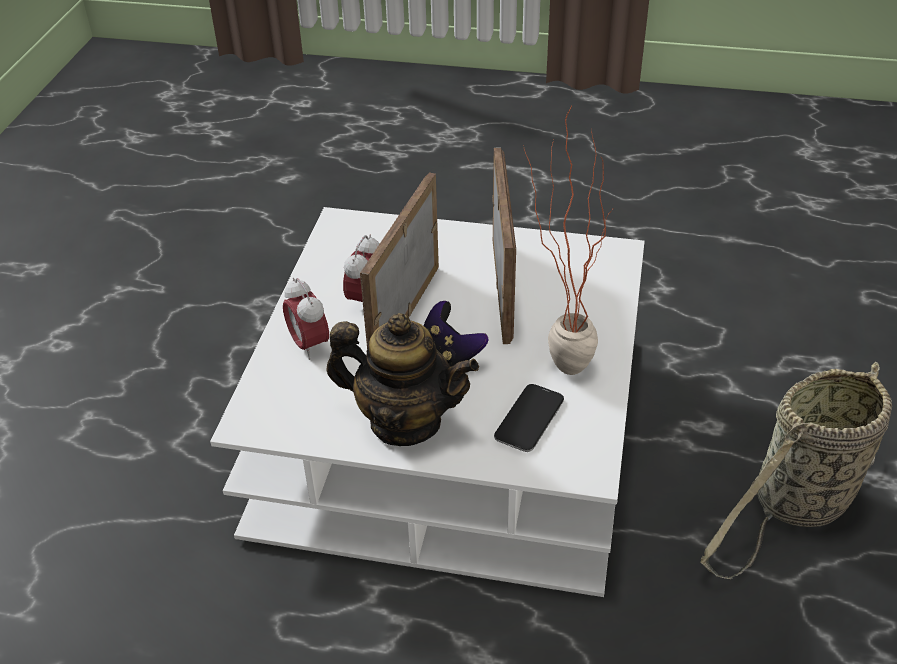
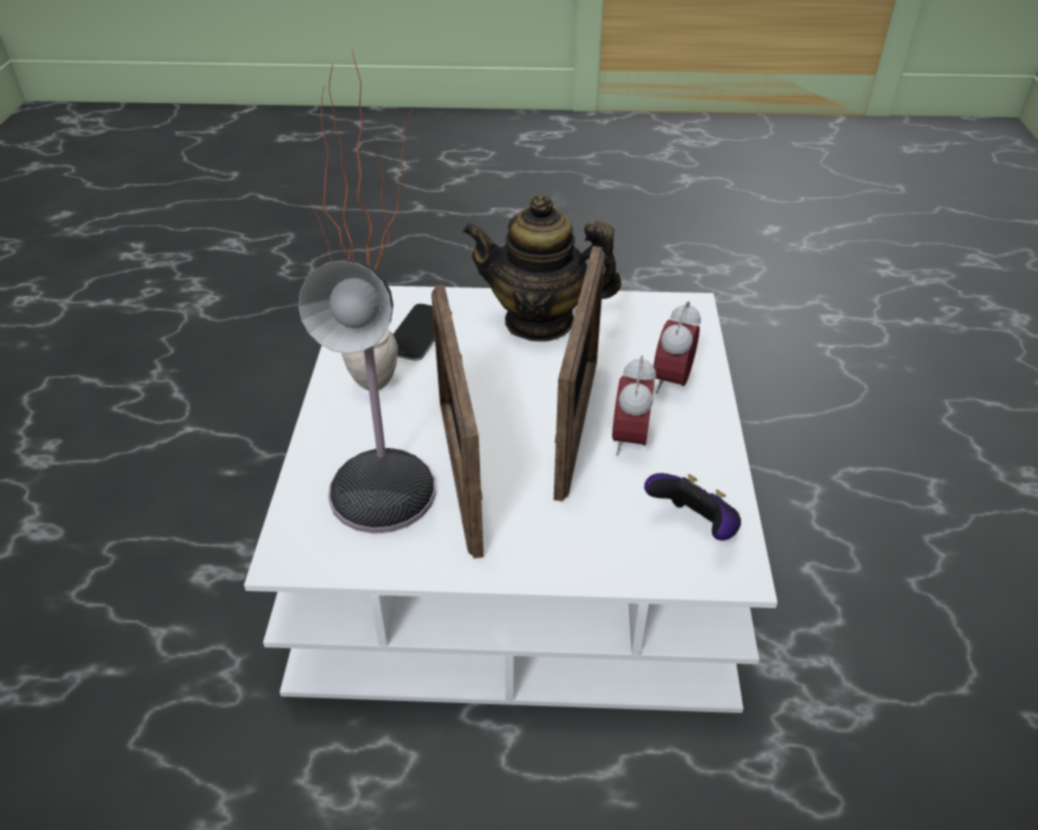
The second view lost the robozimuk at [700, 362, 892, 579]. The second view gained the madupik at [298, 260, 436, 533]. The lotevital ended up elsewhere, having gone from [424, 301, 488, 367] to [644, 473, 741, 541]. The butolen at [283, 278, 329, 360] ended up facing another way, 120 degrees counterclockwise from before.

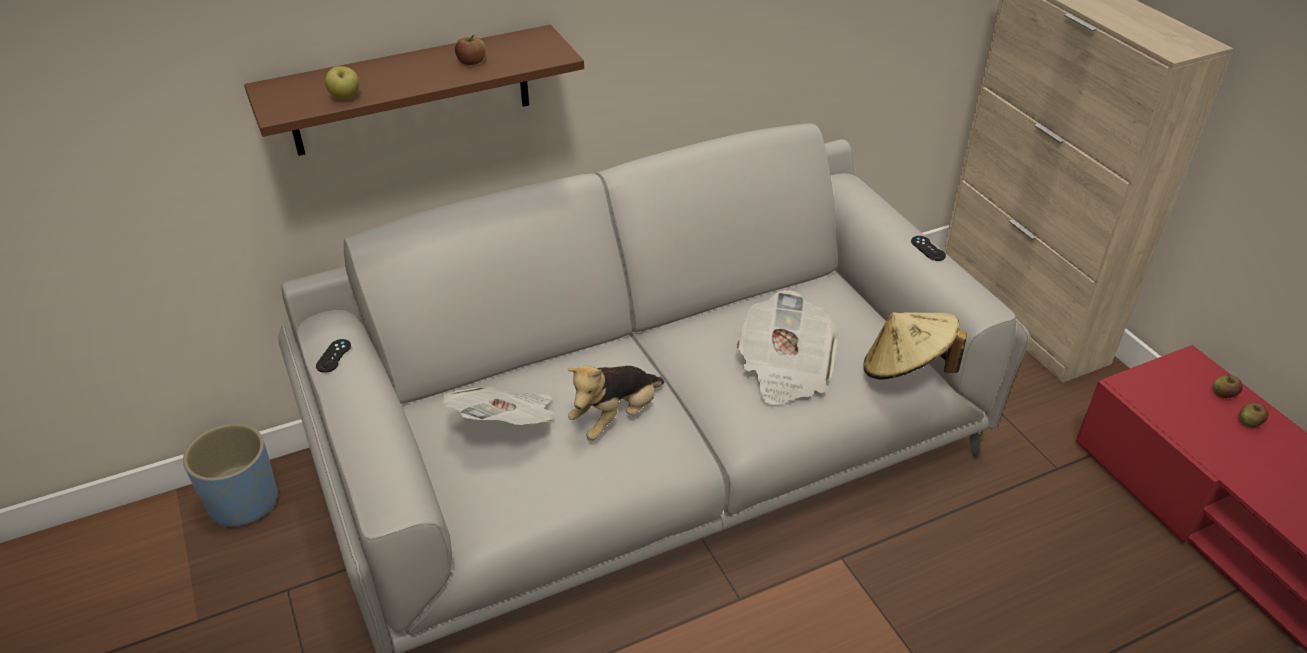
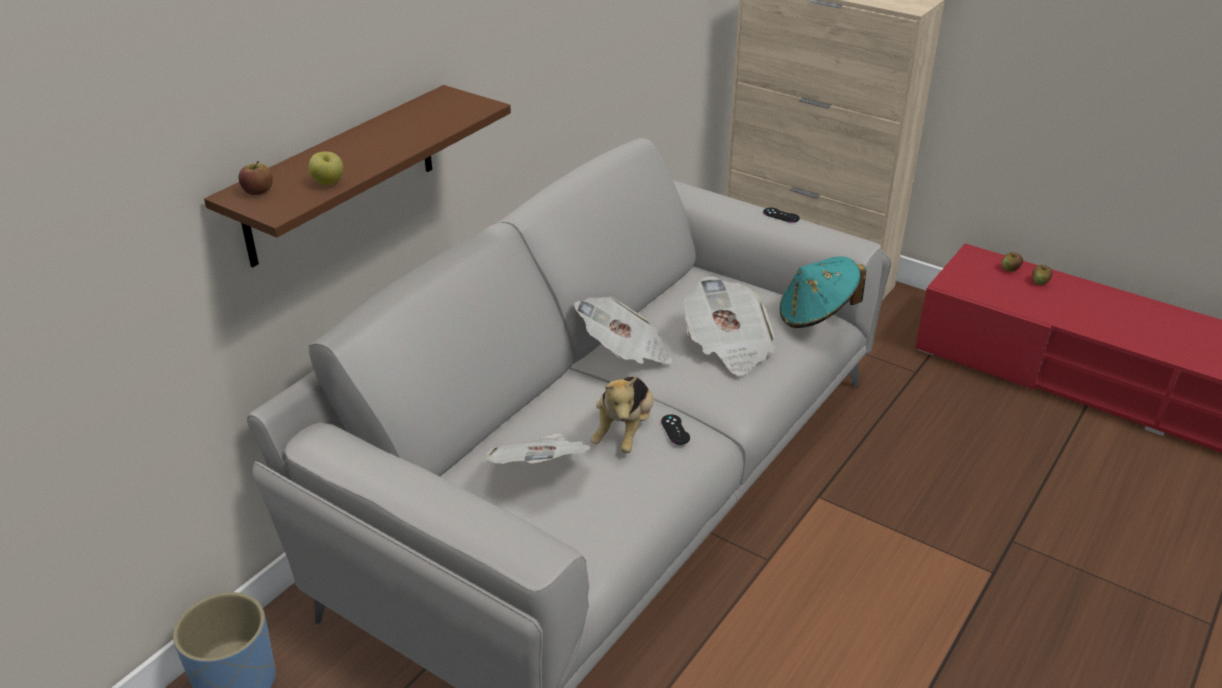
The second view gained the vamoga at [574, 297, 673, 364]. The lotevital (black) ended up elsewhere, having gone from [316, 339, 351, 373] to [661, 414, 690, 445]. The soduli ended up elsewhere, having gone from [455, 35, 486, 65] to [239, 161, 273, 195]. What was the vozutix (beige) at [863, 312, 967, 379] turned into the vozutix (turquoise) at [780, 257, 866, 328].

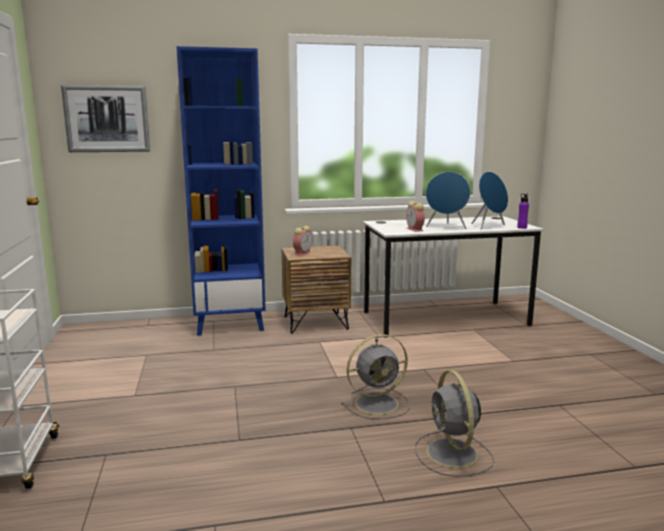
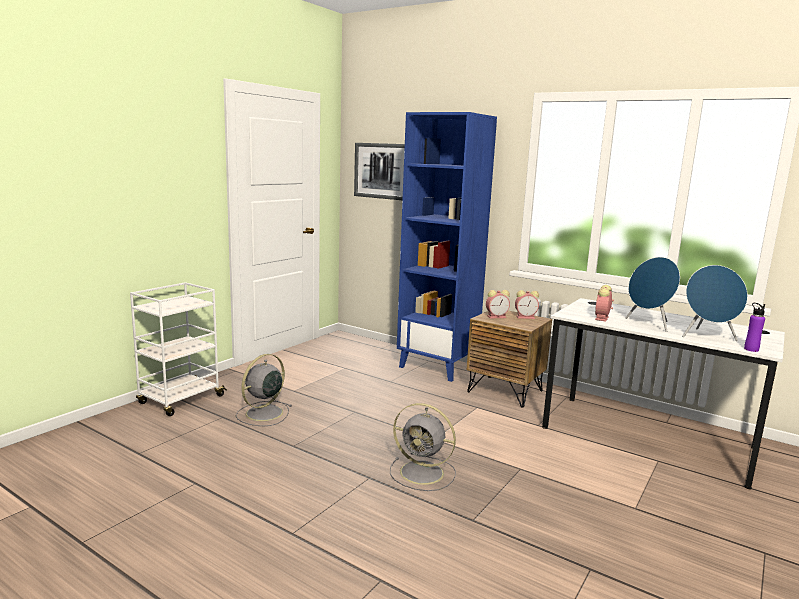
The second view gained the butolen at [515, 290, 539, 319]. The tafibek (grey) ended up elsewhere, having gone from [415, 370, 494, 477] to [236, 354, 292, 426].

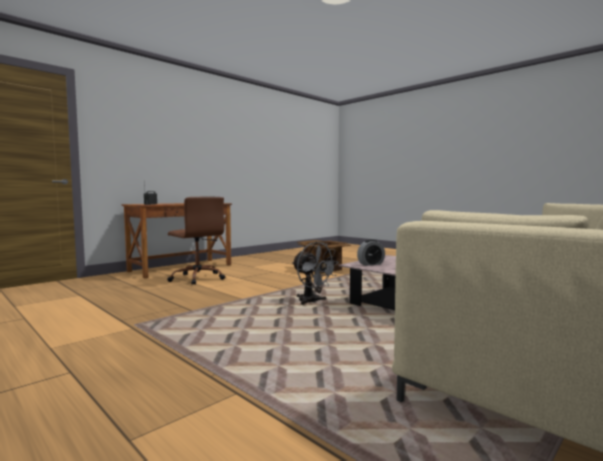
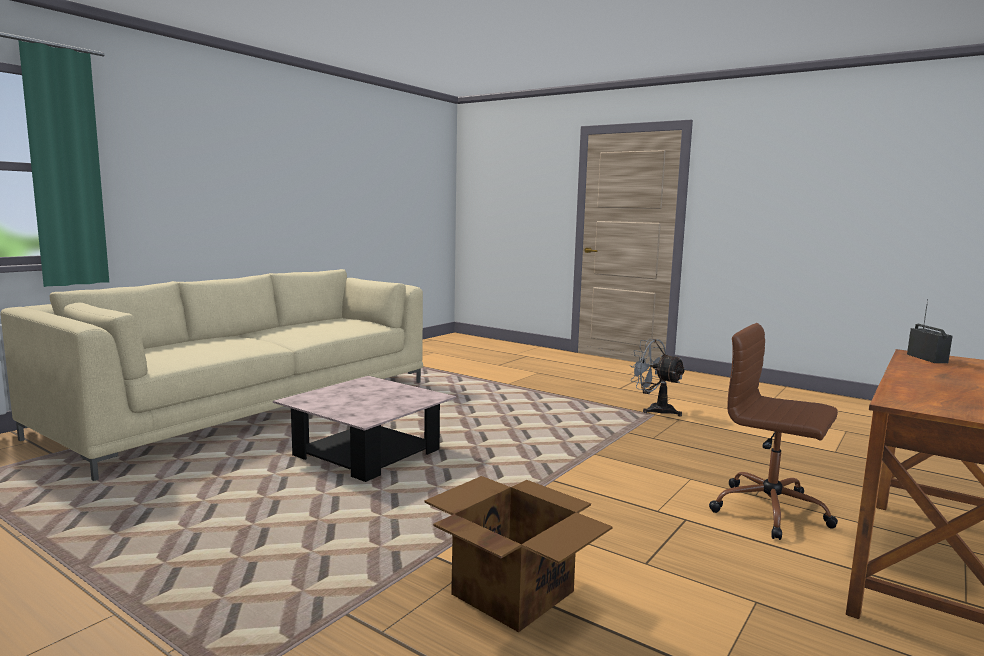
The second view lost the butolen at [357, 239, 385, 266]. The tafibek (grey) ended up elsewhere, having gone from [292, 241, 339, 305] to [630, 339, 686, 417].

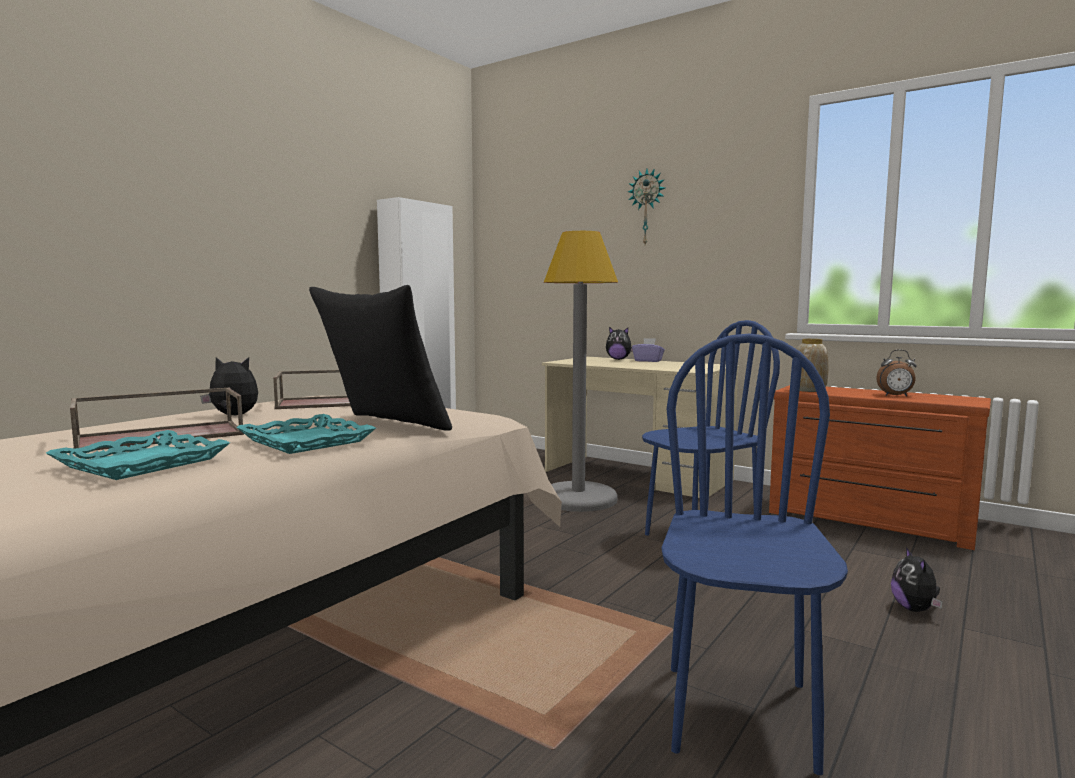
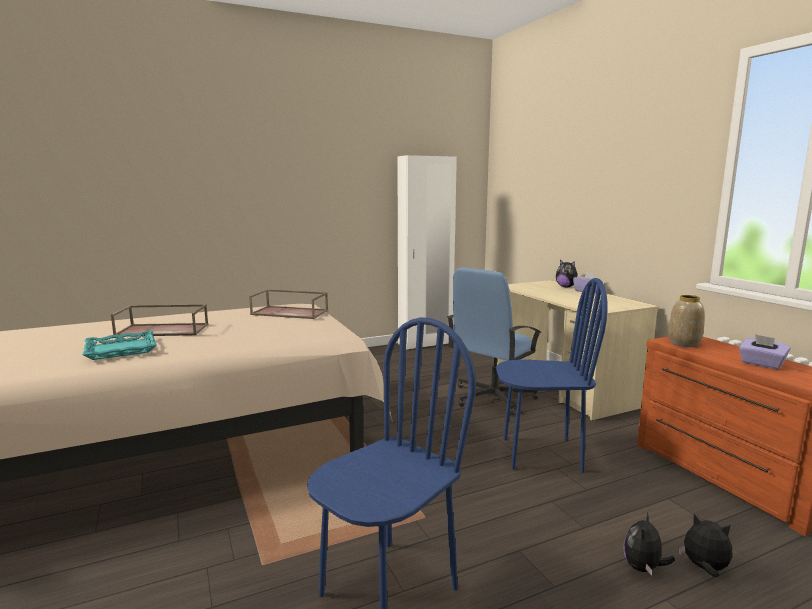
The second view lost the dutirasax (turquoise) at [236, 414, 376, 454]. The second view lost the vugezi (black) at [309, 285, 452, 431]. The second view lost the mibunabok at [628, 168, 665, 244]. The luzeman ended up elsewhere, having gone from [200, 357, 258, 415] to [679, 514, 733, 577]. Where the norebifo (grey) stood at [544, 231, 618, 512], the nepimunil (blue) came to stand at [447, 267, 542, 415]. Where the butolen stood at [876, 350, 917, 396], the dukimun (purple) came to stand at [739, 334, 791, 369].

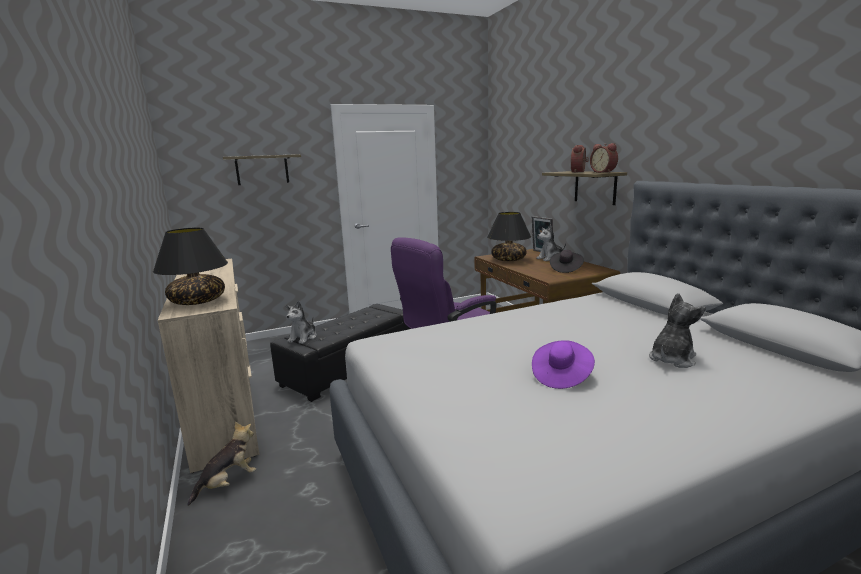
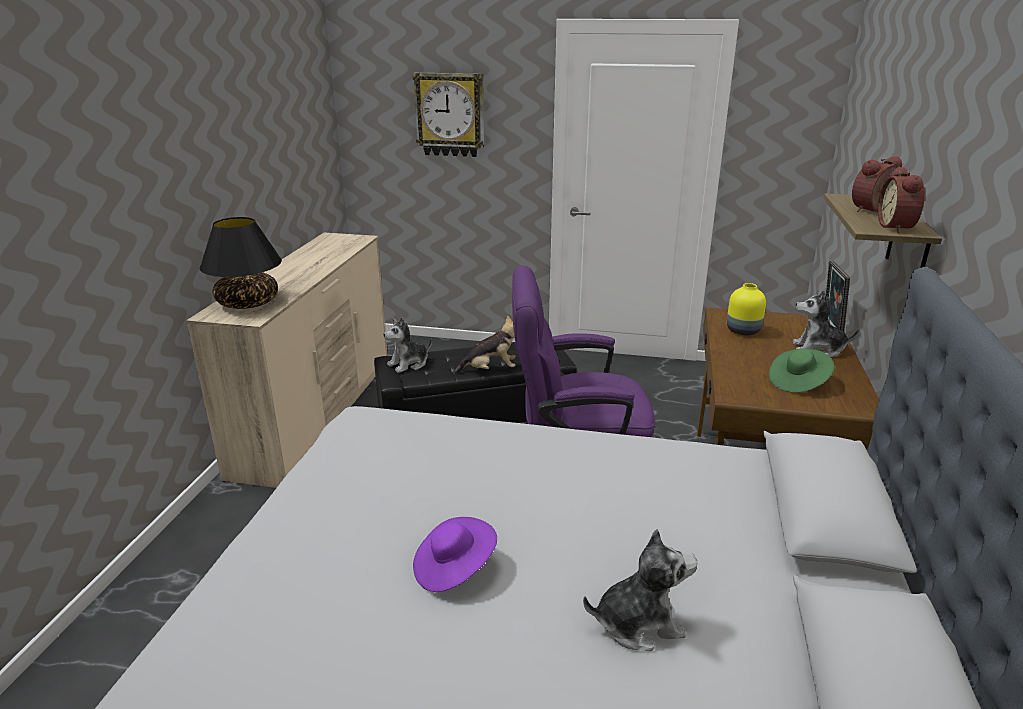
The luzeman ended up elsewhere, having gone from [187, 422, 256, 506] to [453, 315, 516, 374]. Where the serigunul hung at [223, 154, 301, 185], the mibunabok came to hang at [413, 73, 484, 157]. Where the madupik (black) stood at [487, 212, 531, 261], the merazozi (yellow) came to stand at [727, 283, 766, 335]. What was the vozutix (black) at [550, 250, 584, 273] turned into the vozutix (green) at [769, 349, 834, 393].

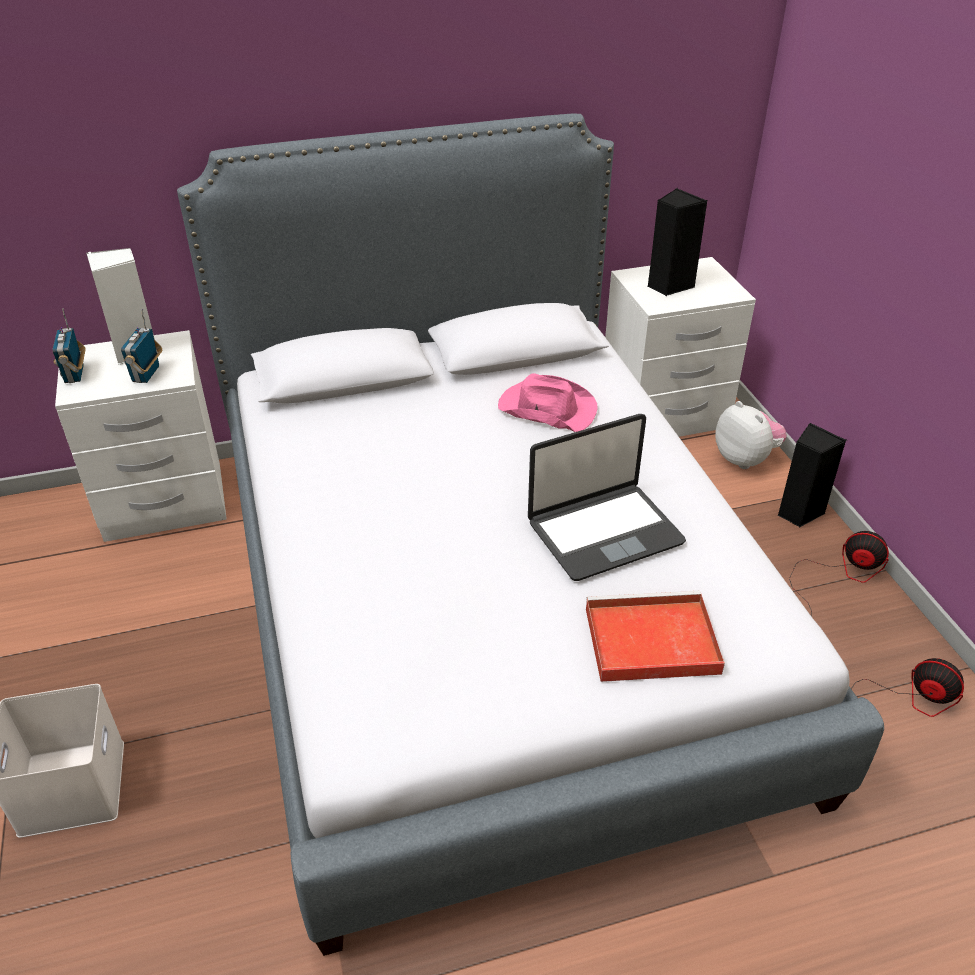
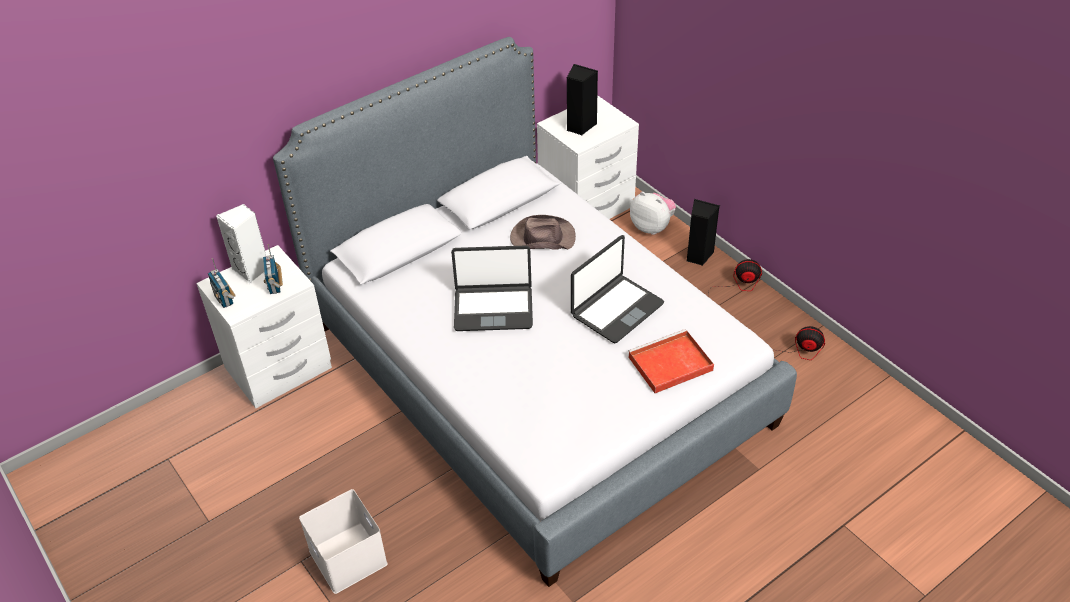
The second view gained the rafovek at [451, 245, 533, 331]. What was the vozutix (pink) at [498, 373, 598, 432] turned into the vozutix (brown) at [510, 215, 576, 250].

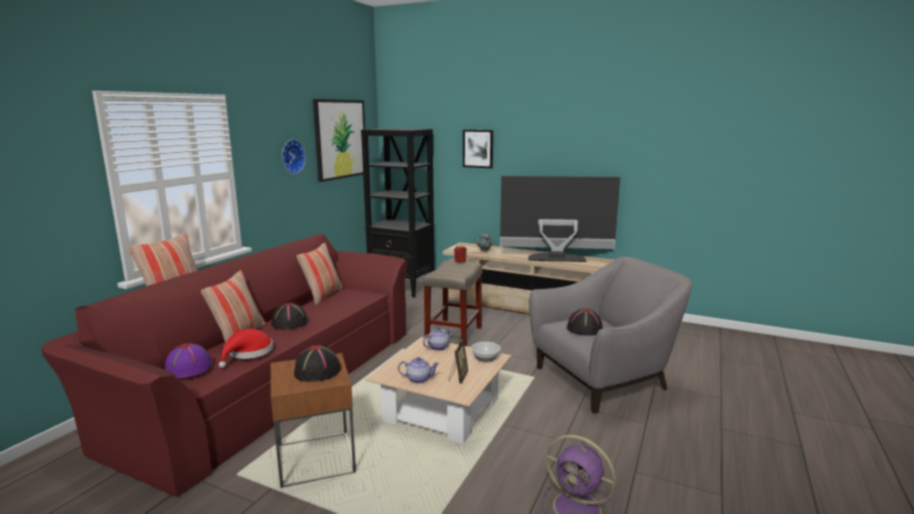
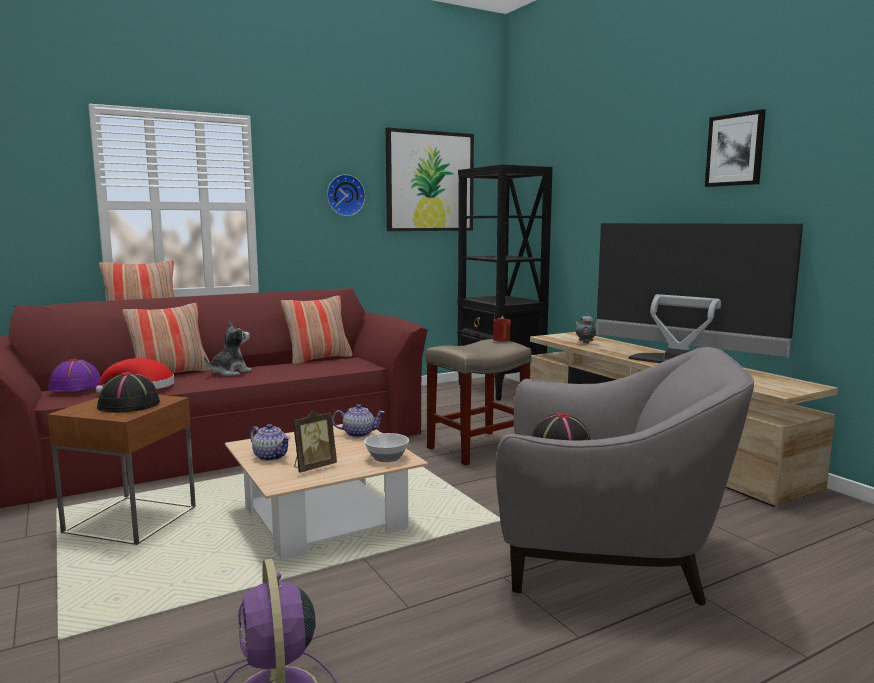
The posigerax ended up elsewhere, having gone from [463, 130, 493, 168] to [705, 109, 766, 187]. Where the vozutix (black) stood at [271, 303, 308, 329], the luzeman came to stand at [204, 321, 252, 376].

